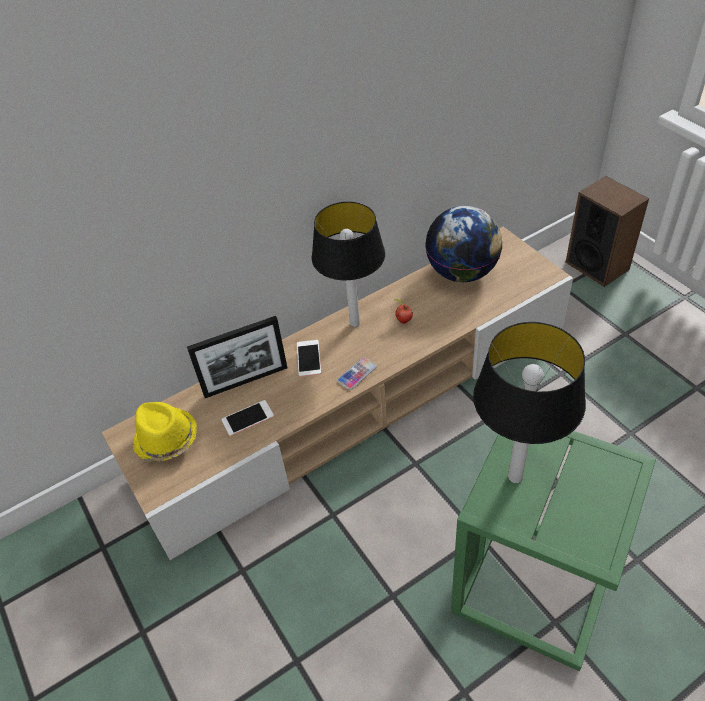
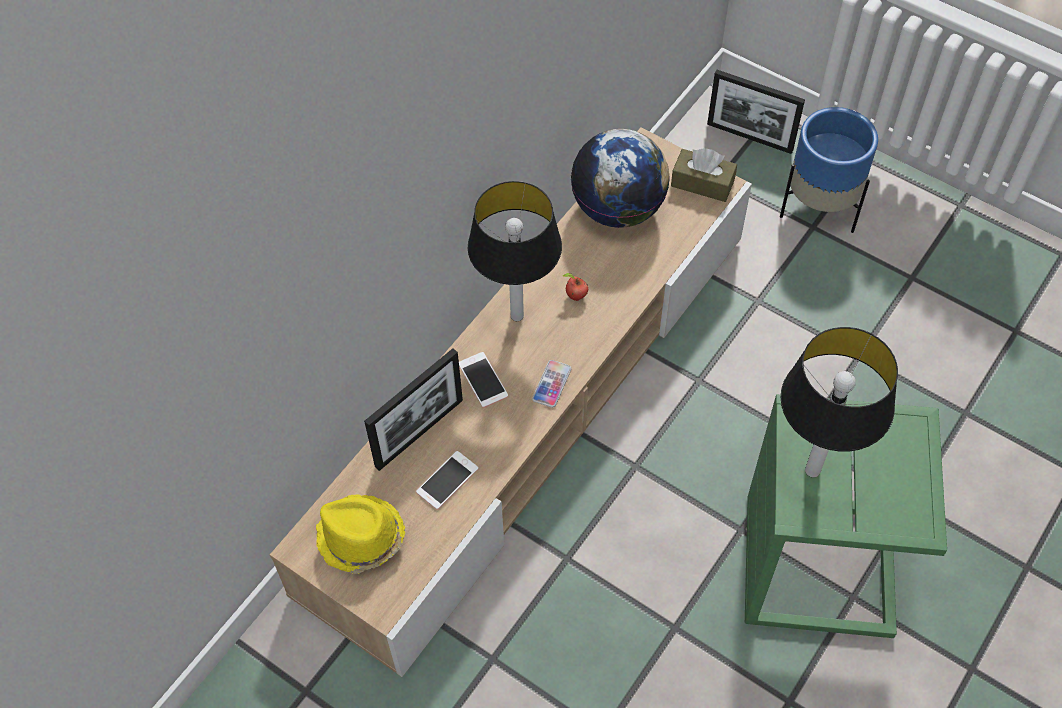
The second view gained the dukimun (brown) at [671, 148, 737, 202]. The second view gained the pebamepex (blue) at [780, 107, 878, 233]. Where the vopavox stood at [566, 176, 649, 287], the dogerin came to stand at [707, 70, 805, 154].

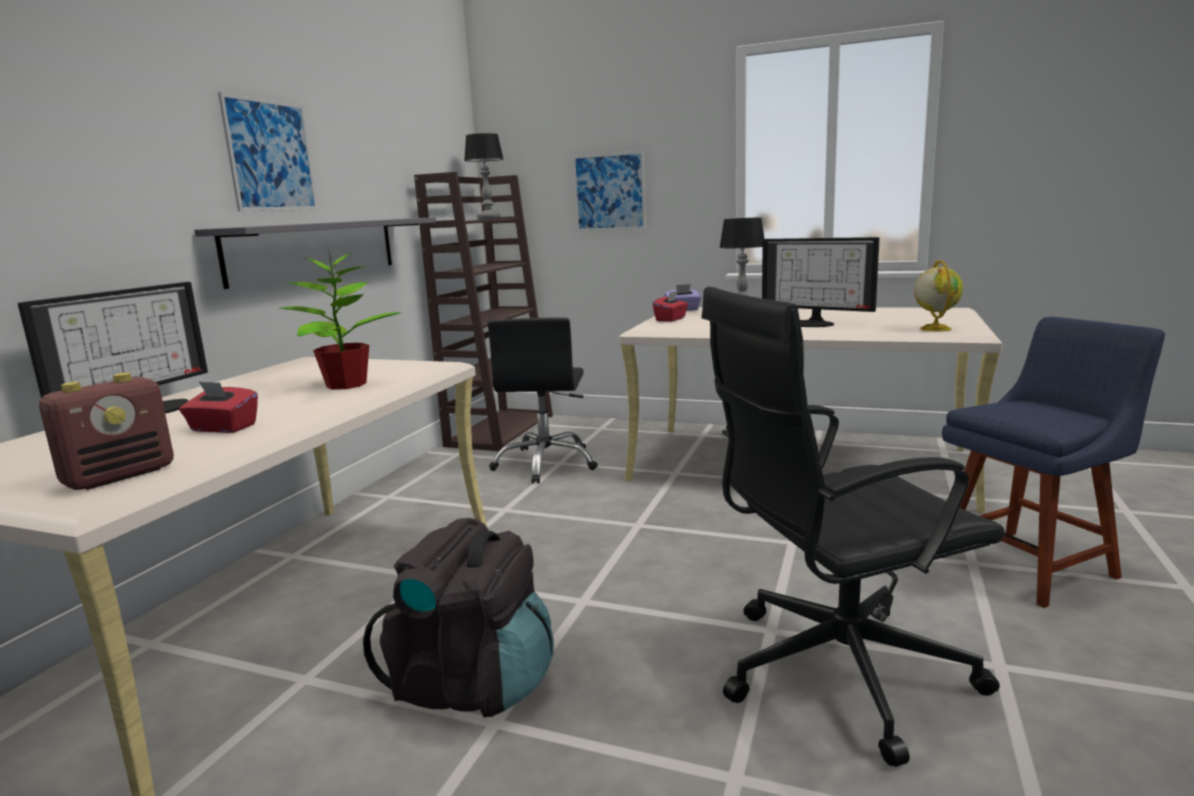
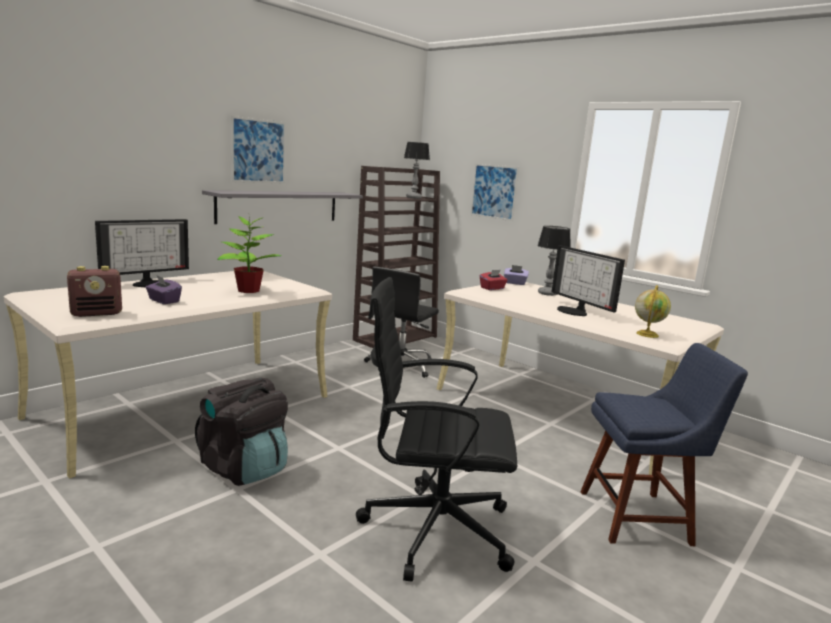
What was the dukimun (red) at [179, 381, 258, 433] turned into the dukimun (purple) at [146, 276, 182, 304].

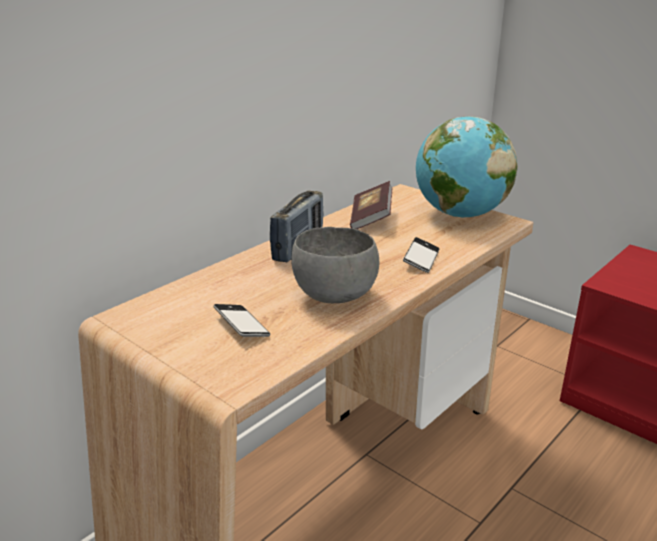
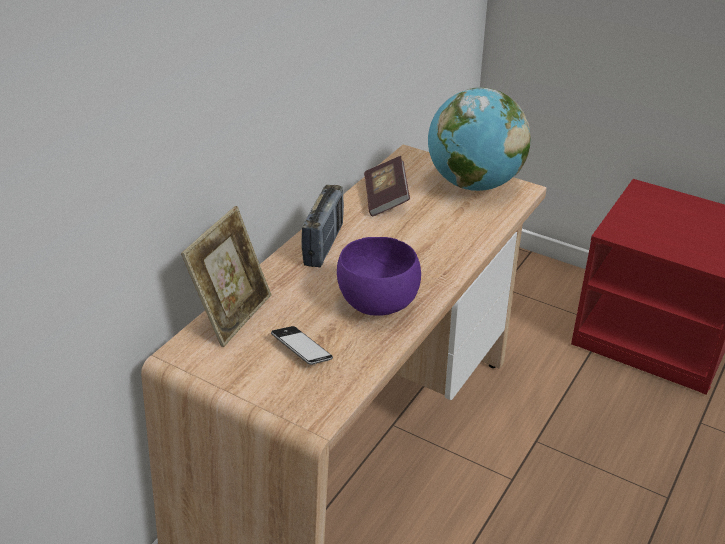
The second view lost the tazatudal at [403, 237, 440, 273]. The second view gained the dogerin at [181, 206, 271, 347]. What was the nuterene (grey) at [291, 227, 379, 303] turned into the nuterene (purple) at [337, 237, 421, 316].

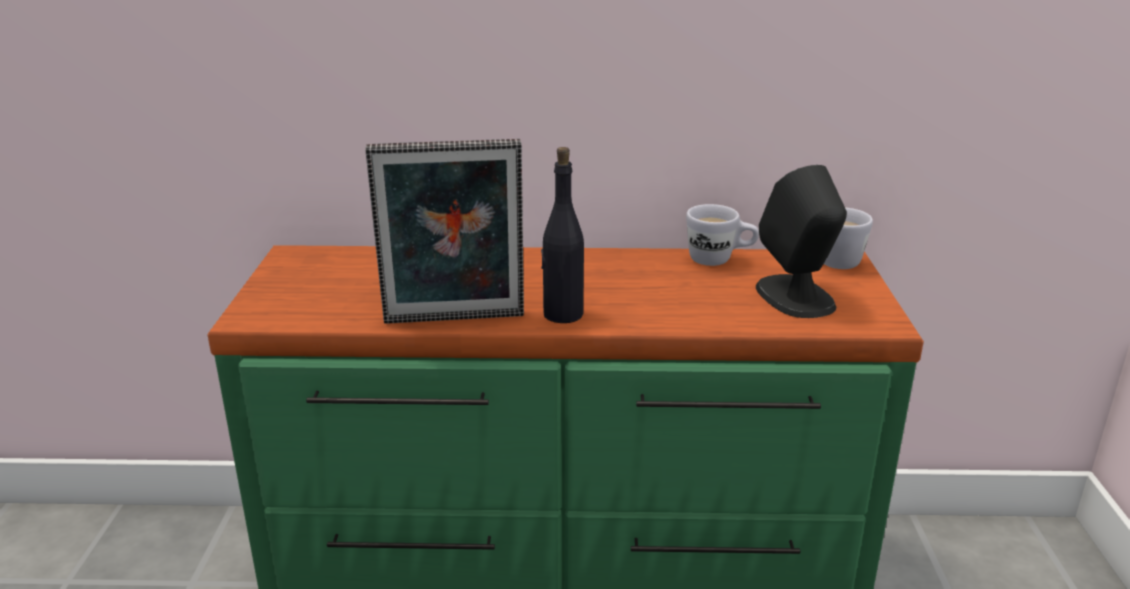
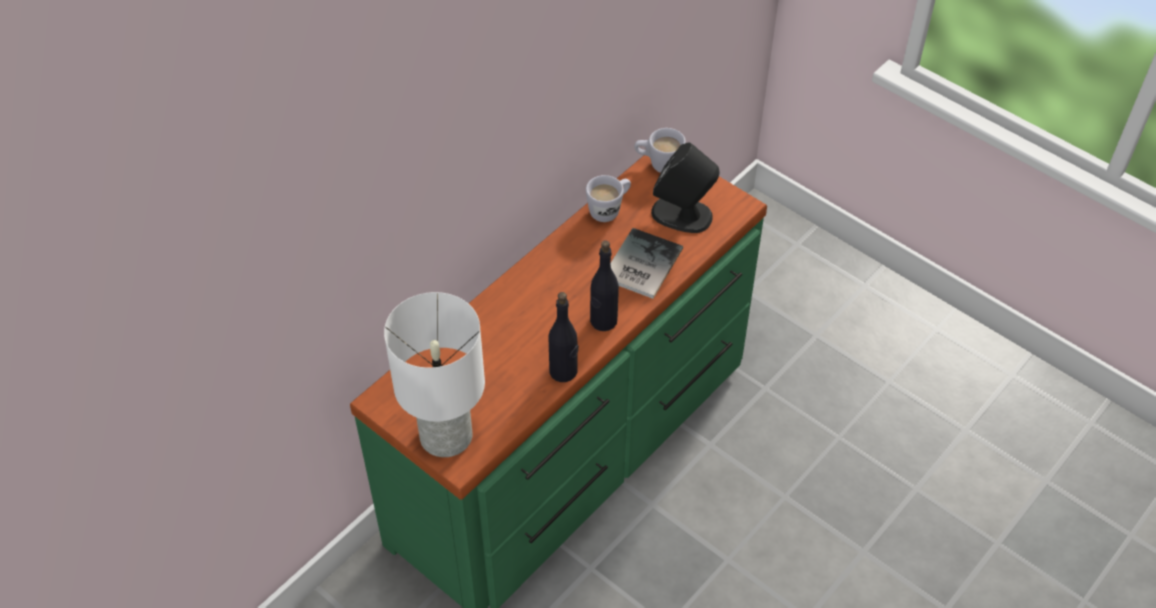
The second view gained the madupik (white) at [384, 292, 485, 457]. The second view gained the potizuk at [611, 228, 683, 299]. Where the dogerin stood at [365, 139, 524, 324], the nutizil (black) came to stand at [548, 292, 579, 382].

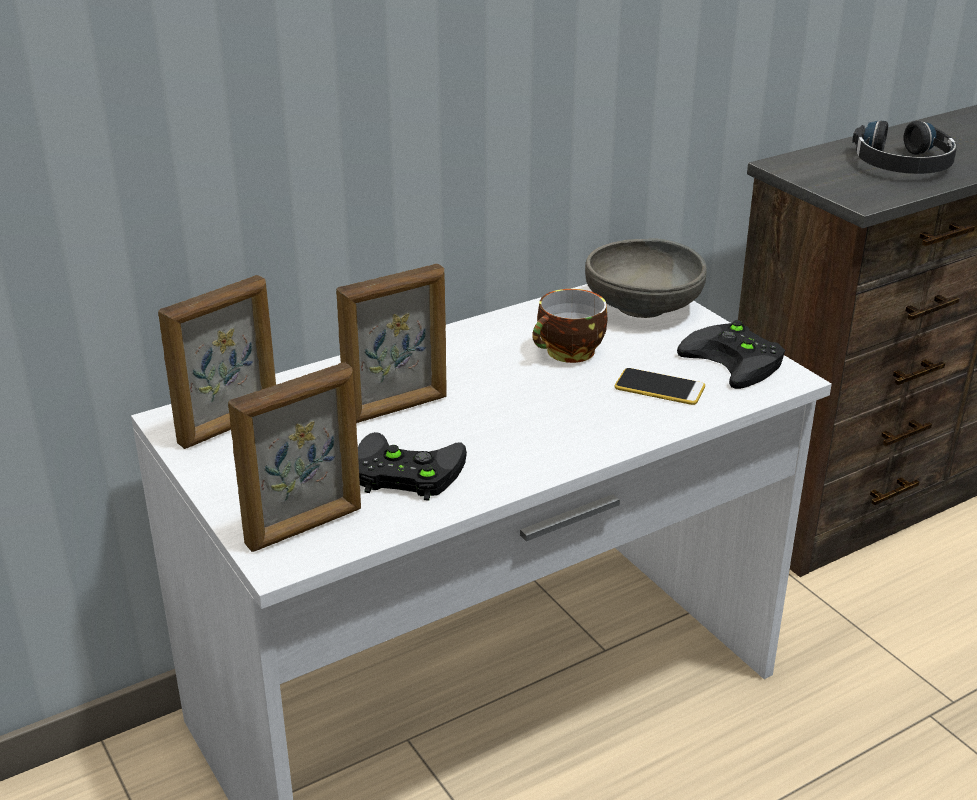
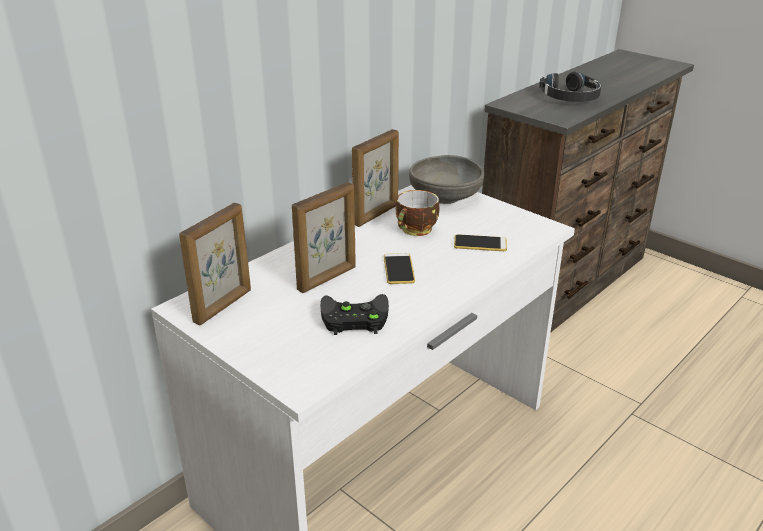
The second view lost the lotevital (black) at [677, 320, 785, 389]. The second view gained the tazatudal at [384, 253, 415, 284]. The dogerin ended up elsewhere, having gone from [228, 362, 361, 552] to [352, 129, 399, 227].

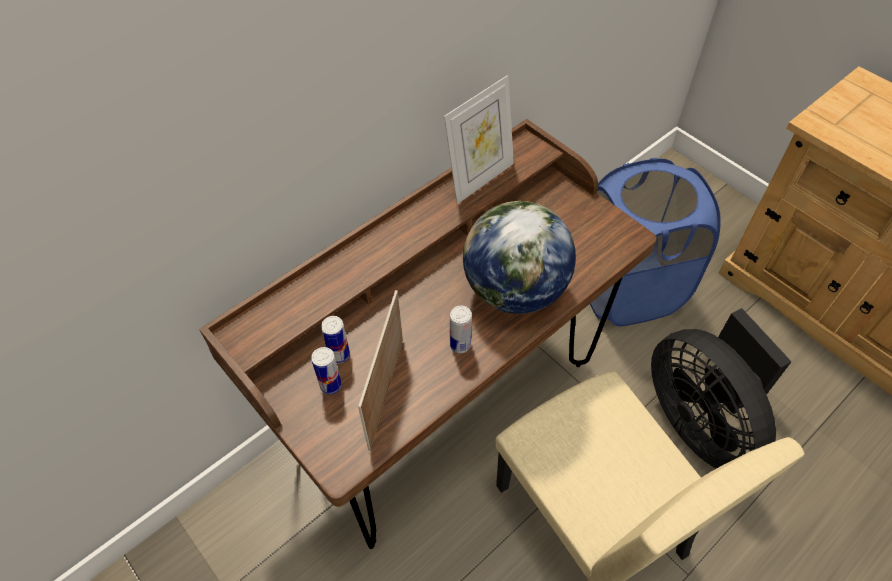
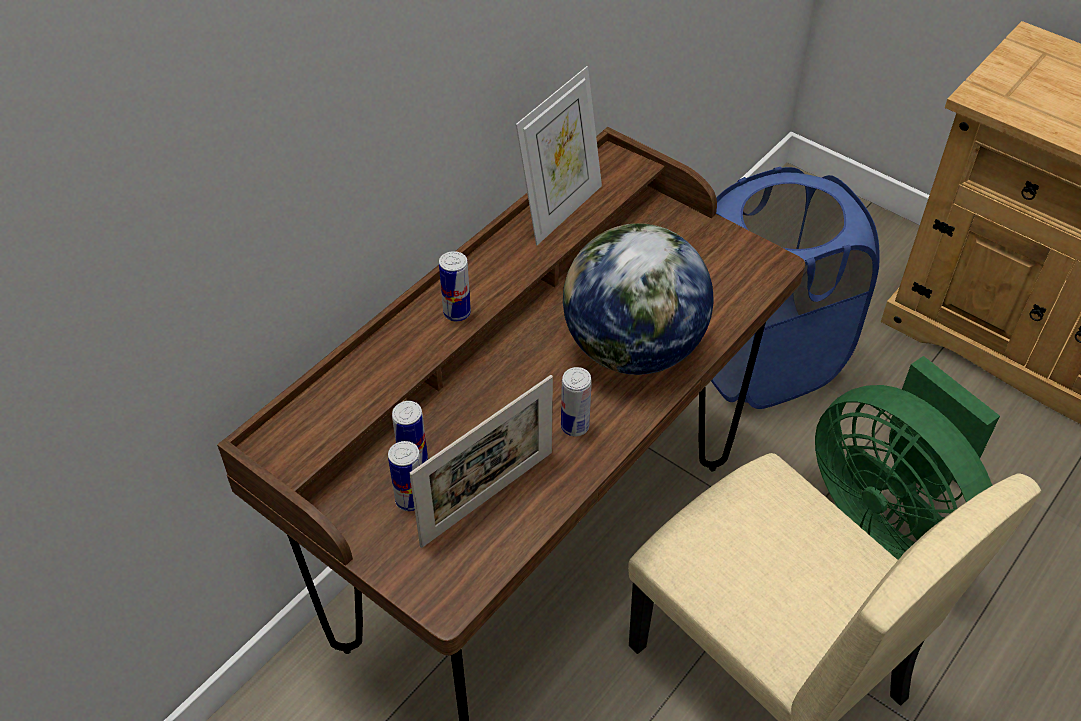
The second view gained the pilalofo at [439, 251, 471, 321]. What was the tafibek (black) at [651, 308, 792, 469] turned into the tafibek (green) at [815, 356, 1000, 560]. The dogerin at [358, 290, 403, 450] ended up facing another way, 135 degrees counterclockwise from before.

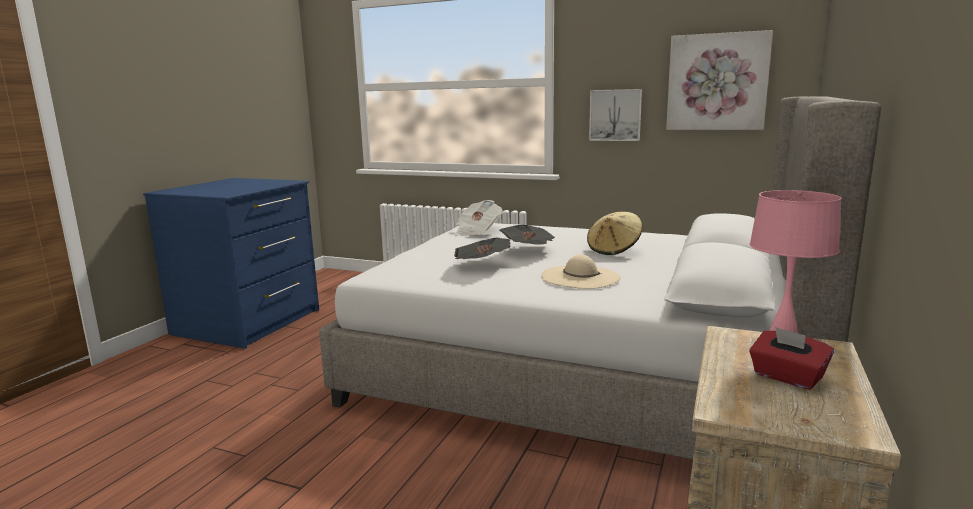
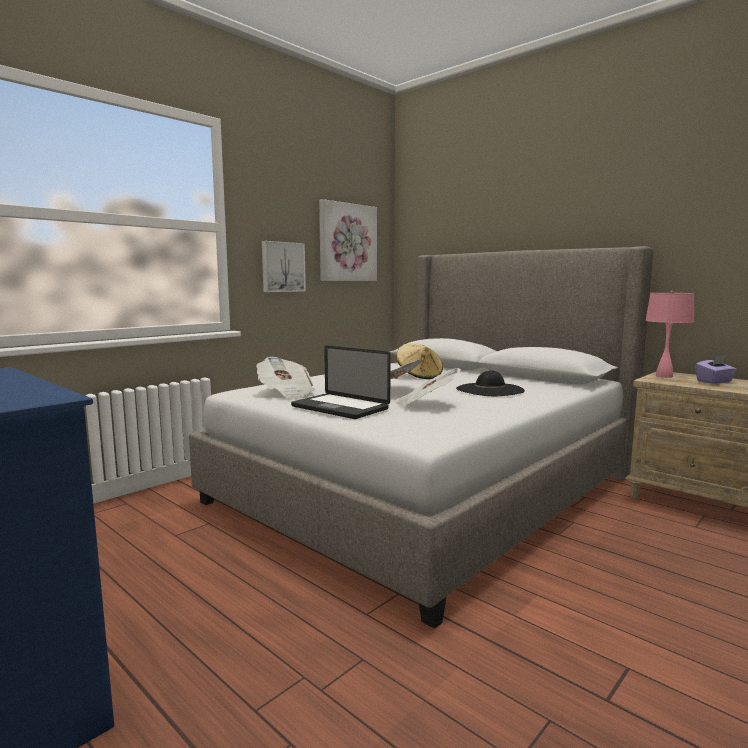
The second view gained the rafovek at [291, 346, 391, 419]. What was the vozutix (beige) at [541, 255, 621, 289] turned into the vozutix (black) at [456, 370, 525, 396]. What was the dukimun (red) at [749, 327, 834, 390] turned into the dukimun (purple) at [695, 356, 737, 384].

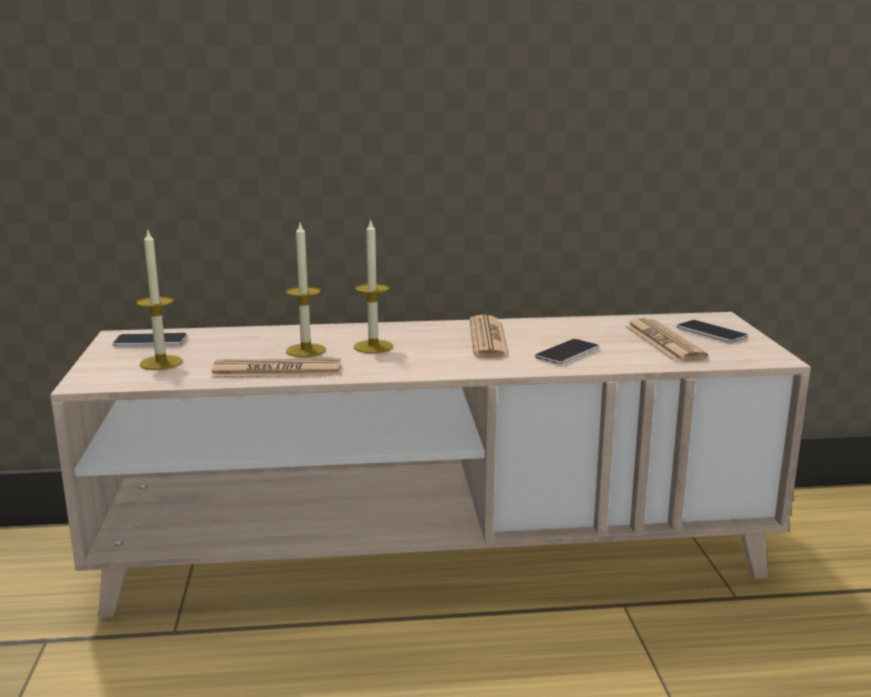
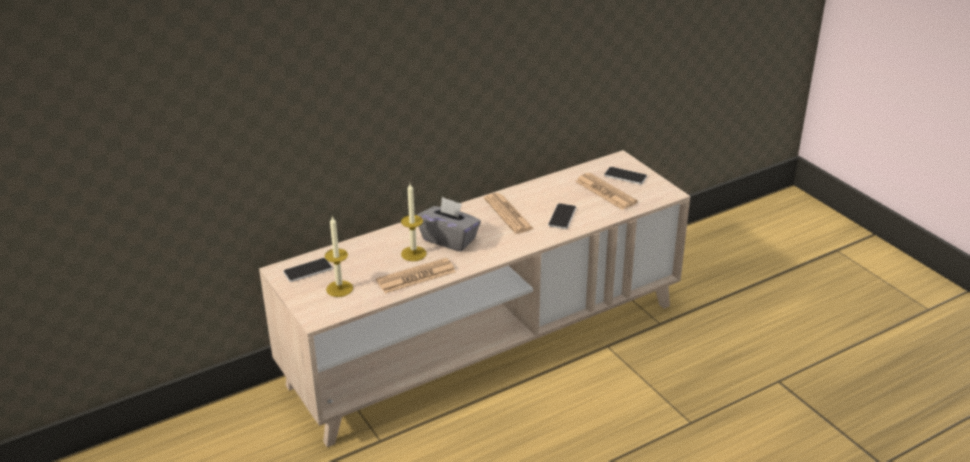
Where the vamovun stood at [354, 219, 393, 353], the dukimun (grey) came to stand at [417, 197, 481, 252].

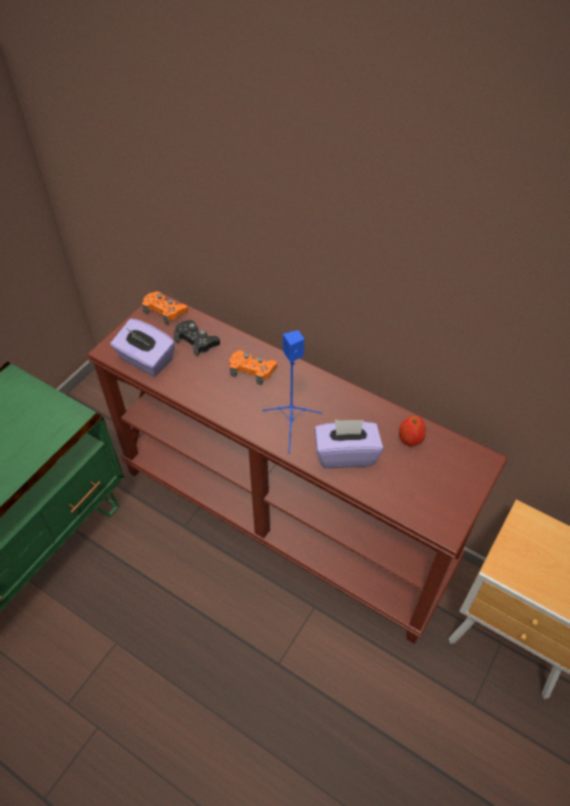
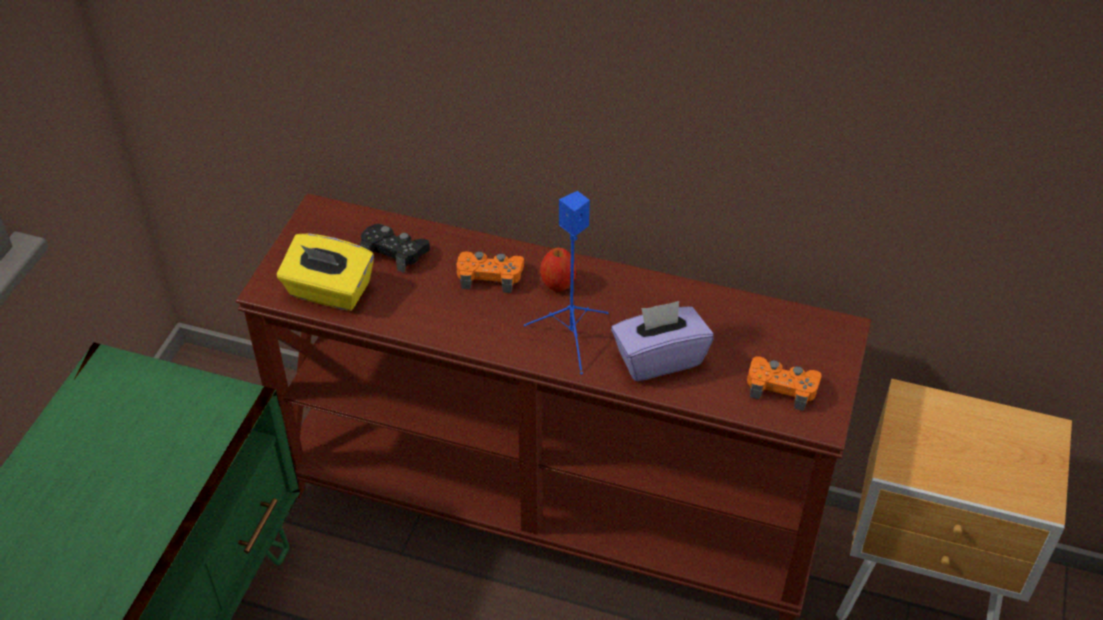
The lotevital (orange) ended up elsewhere, having gone from [142, 292, 188, 325] to [747, 356, 822, 411]. The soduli ended up elsewhere, having gone from [399, 416, 426, 447] to [540, 248, 576, 292]. What was the dukimun (purple) at [110, 319, 175, 376] turned into the dukimun (yellow) at [277, 234, 374, 311].

